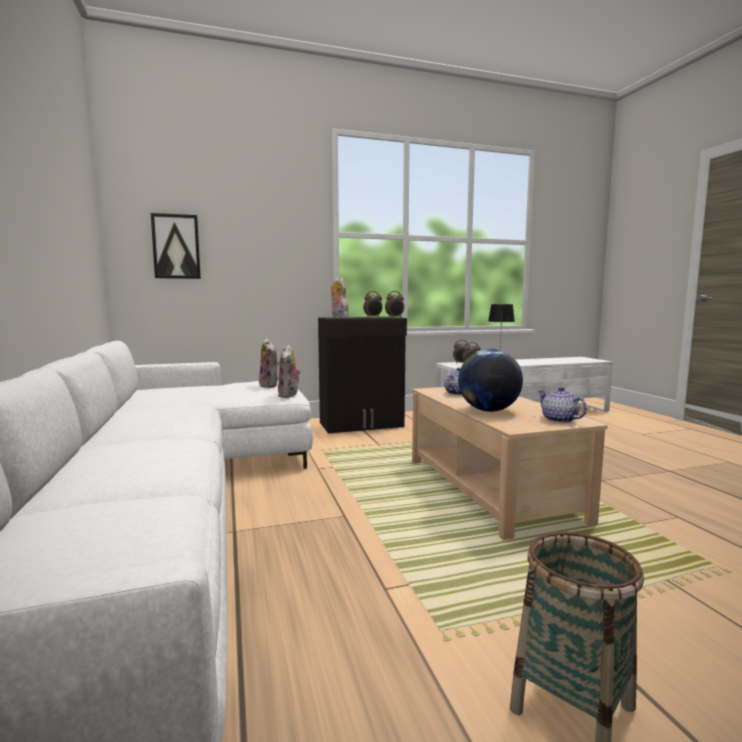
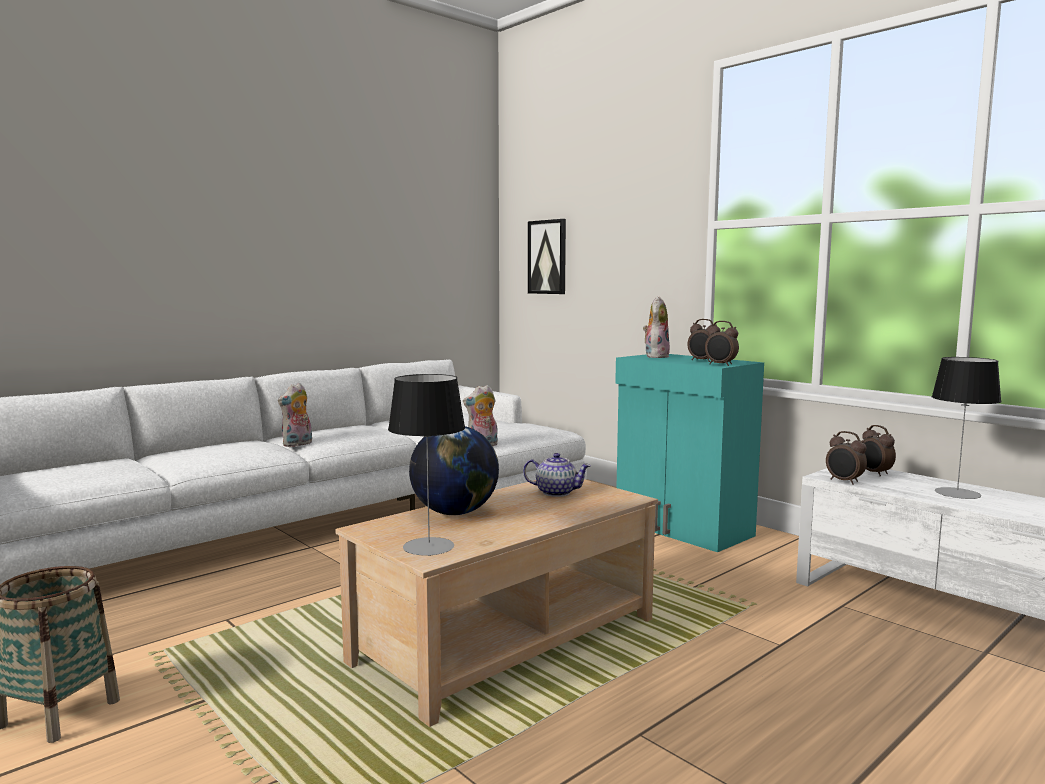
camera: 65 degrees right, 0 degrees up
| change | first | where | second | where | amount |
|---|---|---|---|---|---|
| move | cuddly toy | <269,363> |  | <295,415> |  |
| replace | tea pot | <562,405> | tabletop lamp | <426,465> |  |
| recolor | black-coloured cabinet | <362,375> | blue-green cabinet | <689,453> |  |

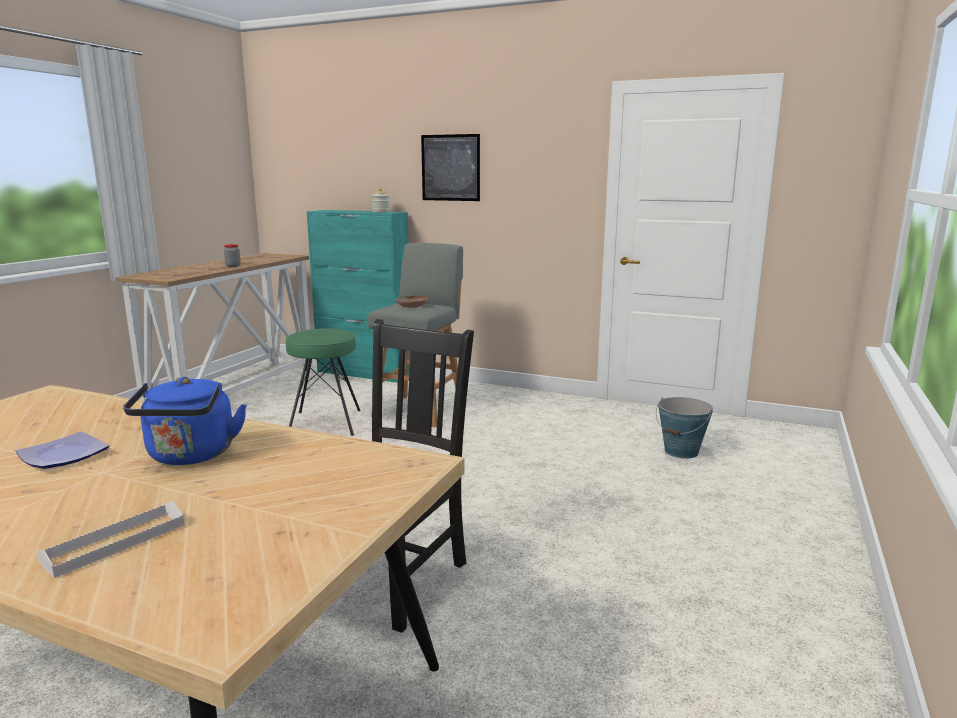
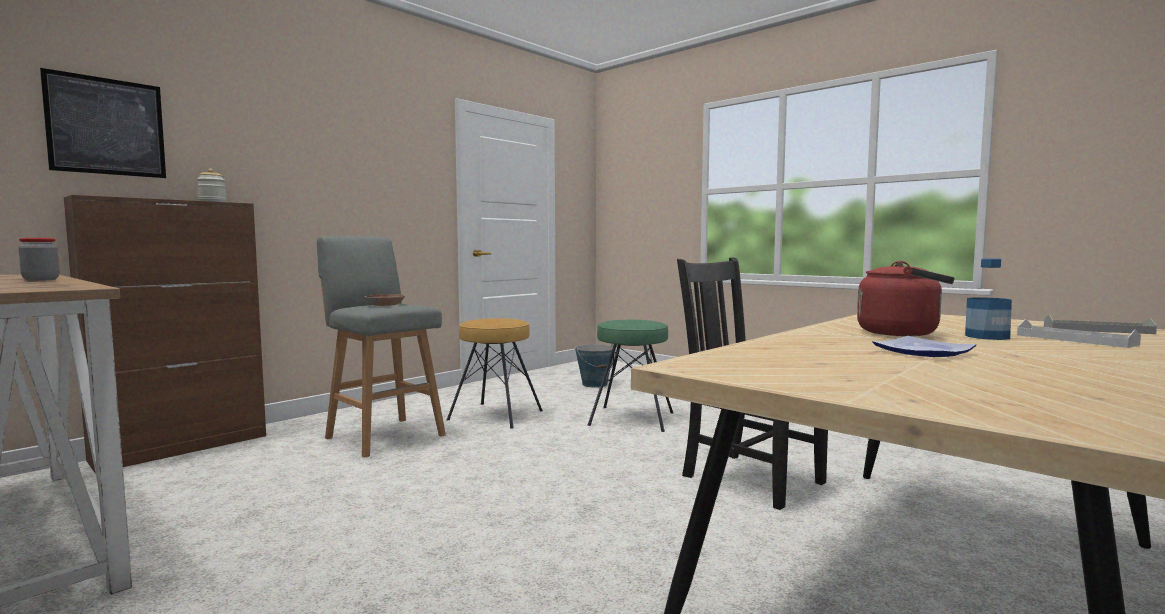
camera: 70 degrees left, 10 degrees down
| change | first | where | second | where | amount |
|---|---|---|---|---|---|
| move | wall picture | <450,167> |  | <103,123> |  |
| recolor | blue-green cabinet | <358,296> | brownish cabinet | <165,333> |  |
| insert |  |  | brownish stool | <495,373> |  |
| move | green stool | <323,382> |  | <630,376> |  |
| recolor | blue-coloured water kettle | <185,421> | red-coloured water kettle | <906,298> |  |
| insert |  |  | drink bottle | <988,299> |  |
| insert |  |  | gray serving tray | <1100,324> |  |

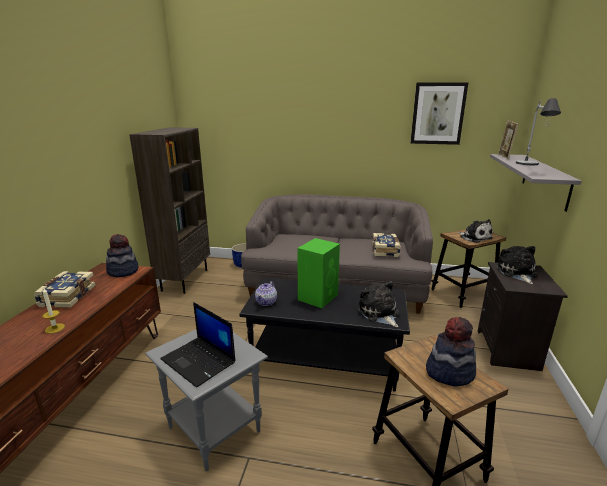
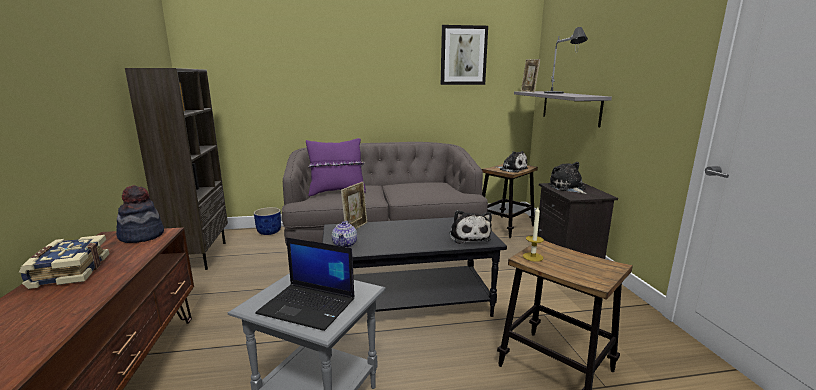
camera: 20 degrees left, 5 degrees down
| change | first | where | second | where | amount |
|---|---|---|---|---|---|
| insert |  |  | purple throw pillow | <336,167> |  |
| insert |  |  | photo frame | <354,205> |  |
| rotate | cuddly toy | <379,304> |  | <470,227> | 150 degrees counterclockwise |
| move | wax candle | <53,310> |  | <533,234> |  |
| delete | green loudspeaker | <318,273> |  |  |  |
| delete | book | <386,245> |  |  |  |
| delete | hat | <451,351> |  |  |  |

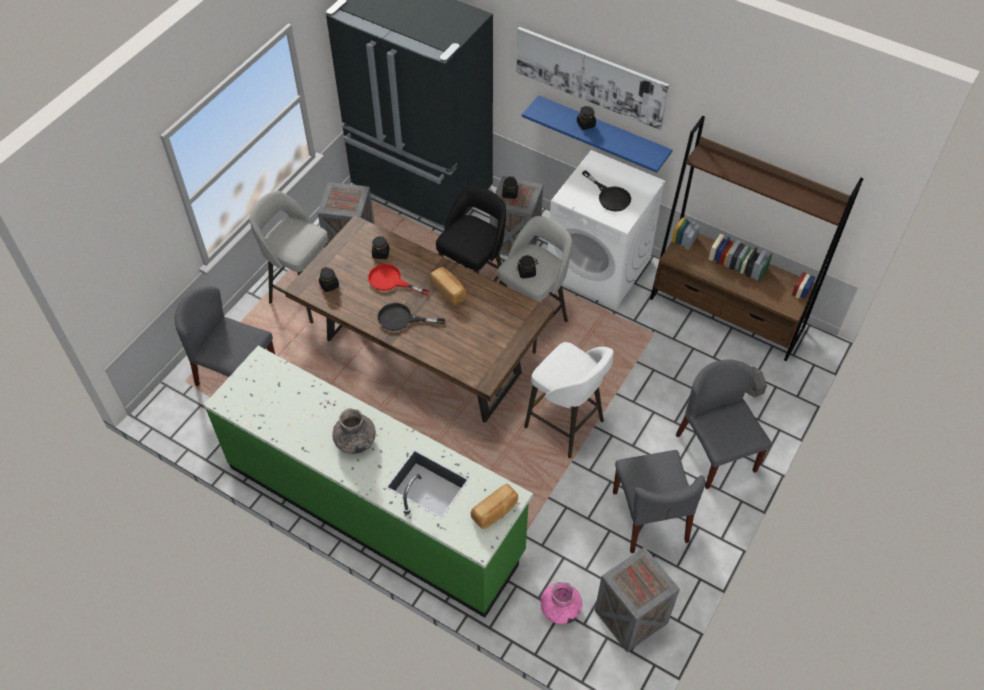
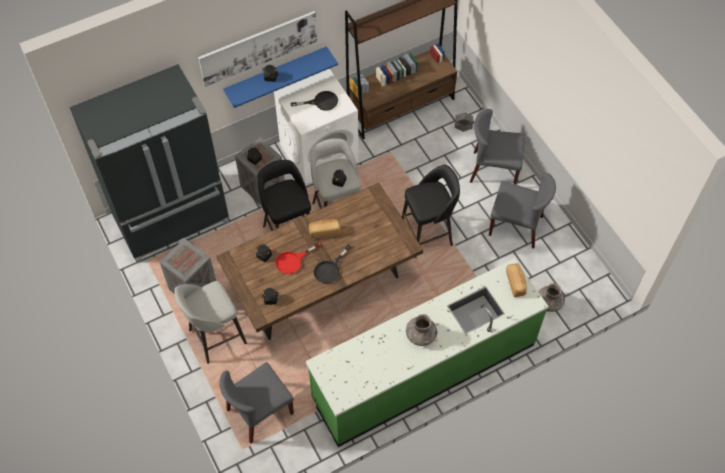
camera: 60 degrees left, 5 degrees up
| change | first | where | second | where | amount |
|---|---|---|---|---|---|
| recolor | white stool | <569,400> | black-coloured stool | <431,211> |  |
| recolor | pink-coloured flower vase | <561,603> | gray flower vase | <551,297> |  |
| delete | crate | <637,599> |  |  |  |

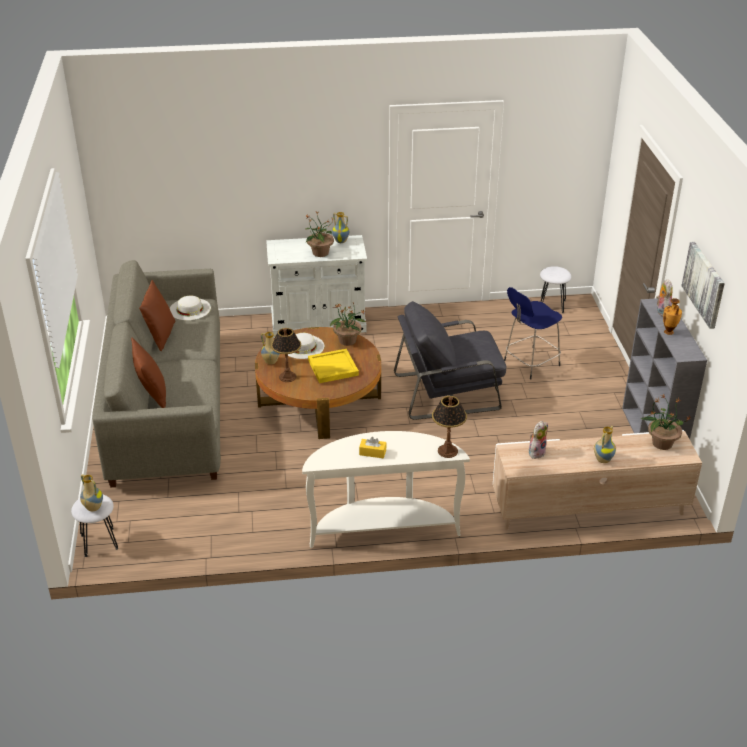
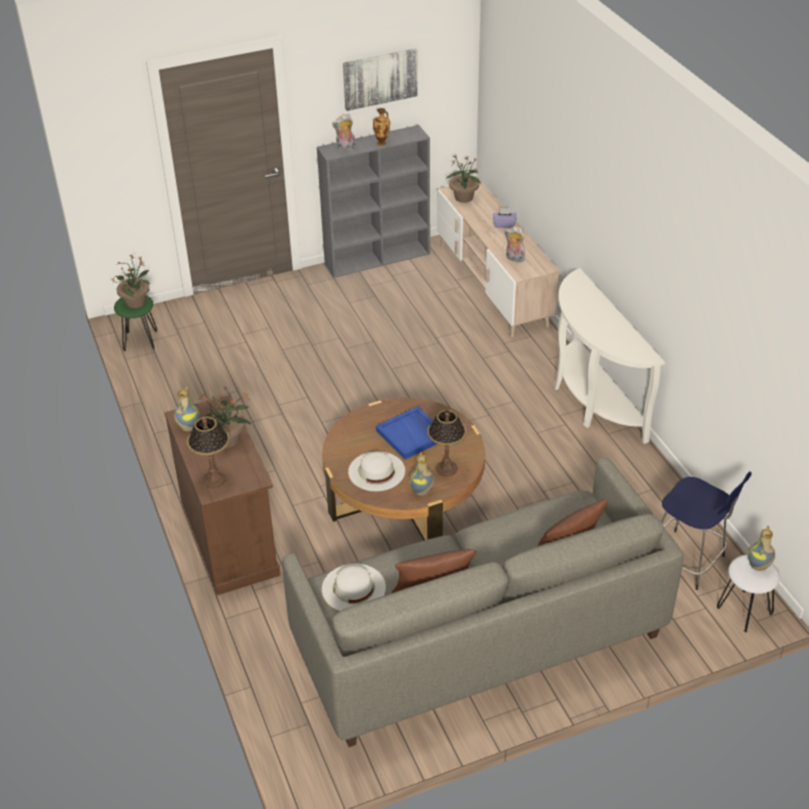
camera: 105 degrees left, 5 degrees up
| change | first | where | second | where | amount |
|---|---|---|---|---|---|
| move | houseplant | <348,324> |  | <130,281> |  |
| recolor | white stool | <555,289> | green stool | <135,323> |  |
| recolor | white cabinet | <316,286> | brownish cabinet | <222,495> |  |
| move | tabletop lamp | <449,427> |  | <208,452> |  |
| recolor | yellow-coloured serving tray | <333,366> | blue-coloured serving tray | <406,433> |  |
| replace | flower vase | <605,444> | purple tissue box | <505,218> |  |
| move | blue-coloured stool | <533,333> |  | <706,531> |  |
| delete | yellow-coloured tissue box | <372,447> |  |  |  |
| delete | gray easy chair | <450,360> |  |  |  |

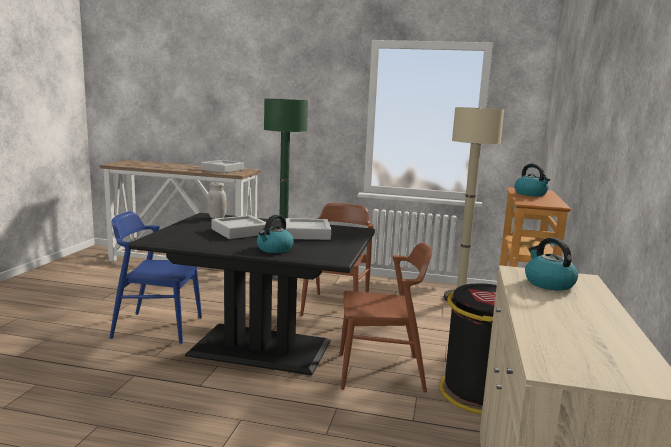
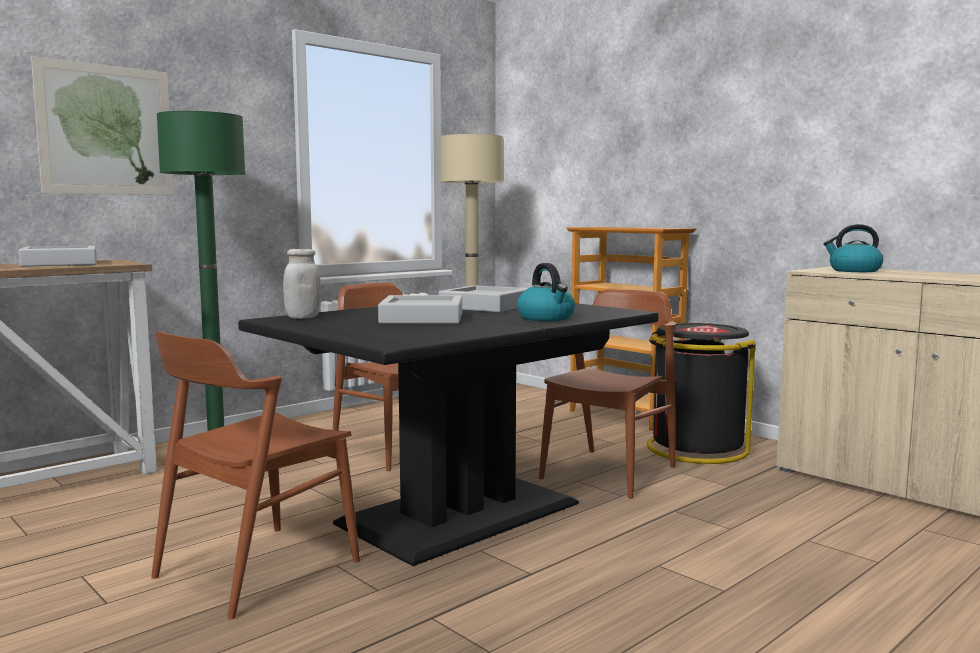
camera: 55 degrees left, 5 degrees down
| change | first | where | second | where | amount |
|---|---|---|---|---|---|
| insert |  |  | wall picture | <102,125> |  |
| recolor | blue-coloured upright chair | <156,277> | brownish upright chair | <255,475> |  |
| delete | water kettle | <532,180> |  |  |  |

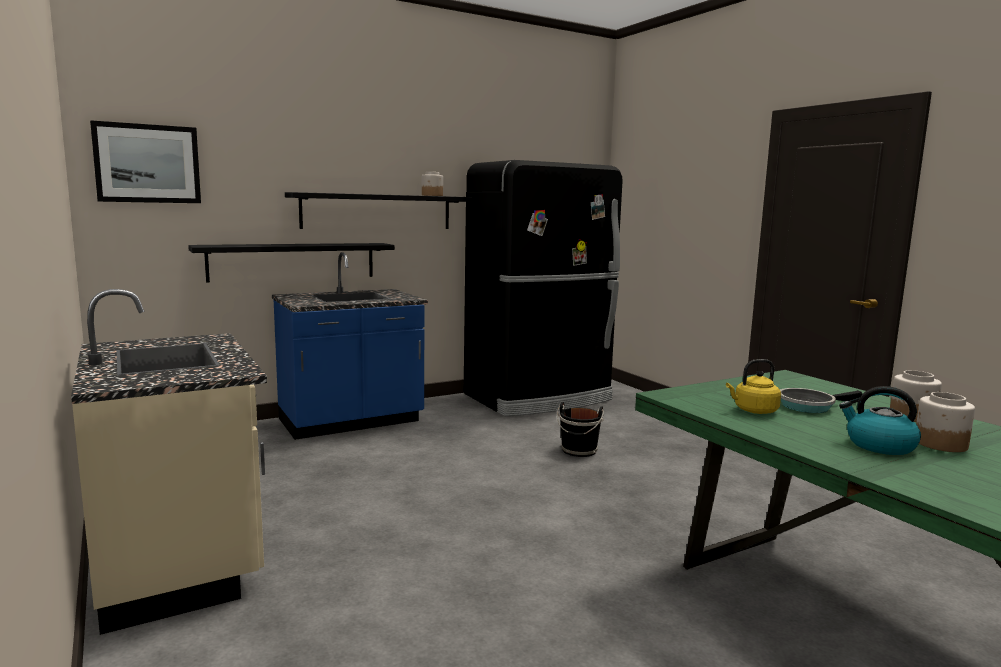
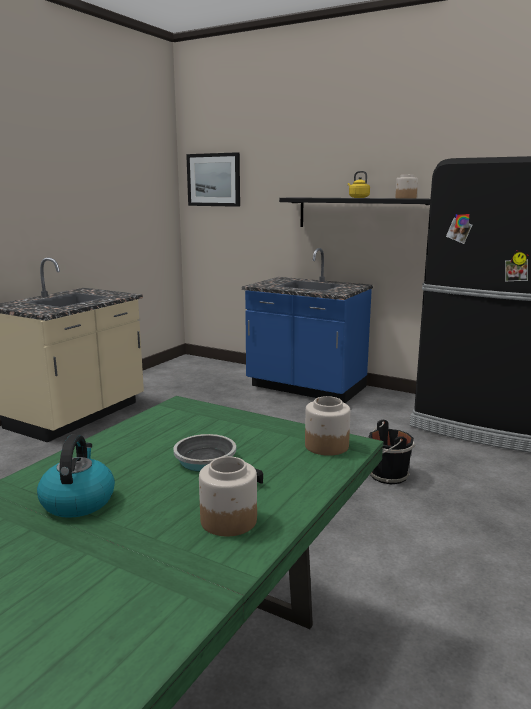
camera: 60 degrees right, 5 degrees up
| change | first | where | second | where | amount |
|---|---|---|---|---|---|
| move | preserve jar | <945,422> |  | <328,426> |  |
| move | yellow-coloured water kettle | <753,386> |  | <359,184> |  |
| delete | black-coloured bracket shelf | <291,263> |  |  |  |

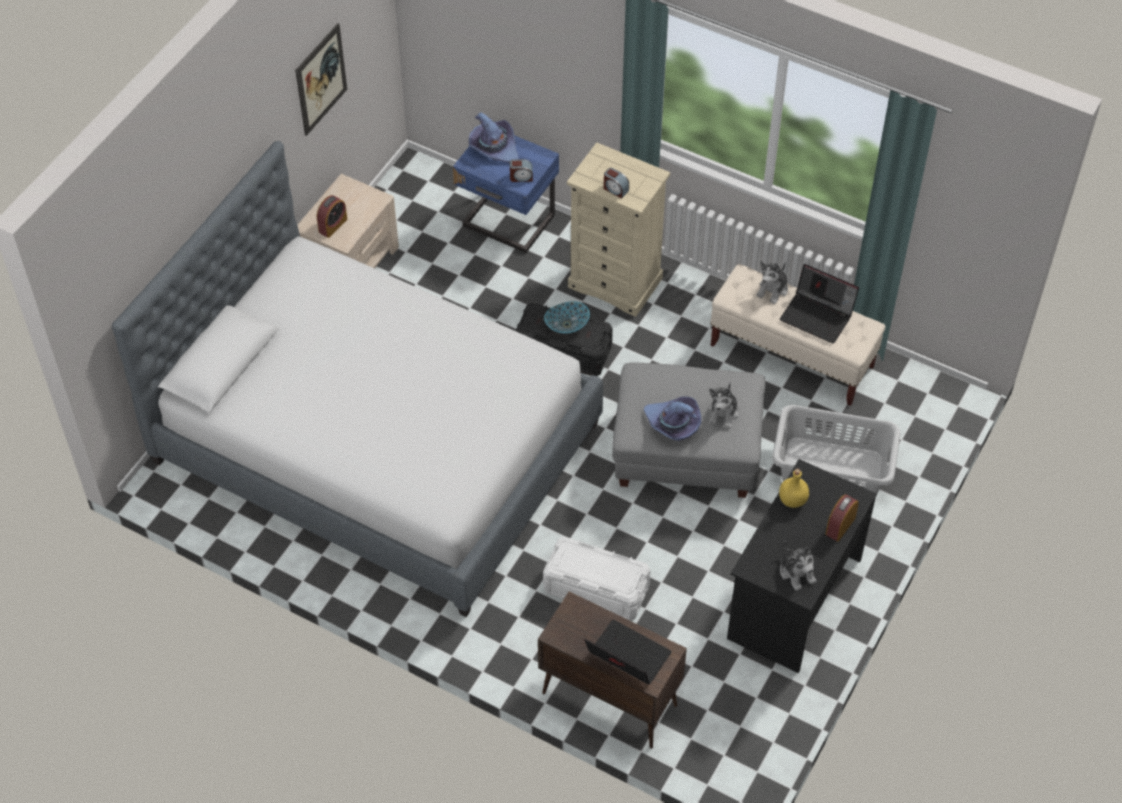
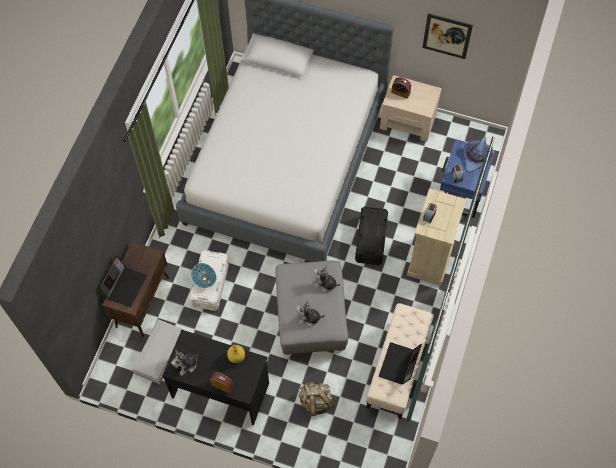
camera: 80 degrees right, 10 degrees up
| change | first | where | second | where | amount |
|---|---|---|---|---|---|
| insert |  |  | white storage container | <157,351> |  |
| move | serving bowl | <567,317> |  | <204,275> |  |
| replace | gray hamper | <836,449> | sand-coloured backpack | <317,399> |  |
| move | cuddly toy | <772,282> |  | <327,278> |  |
| delete | purple hat | <672,419> |  |  |  |

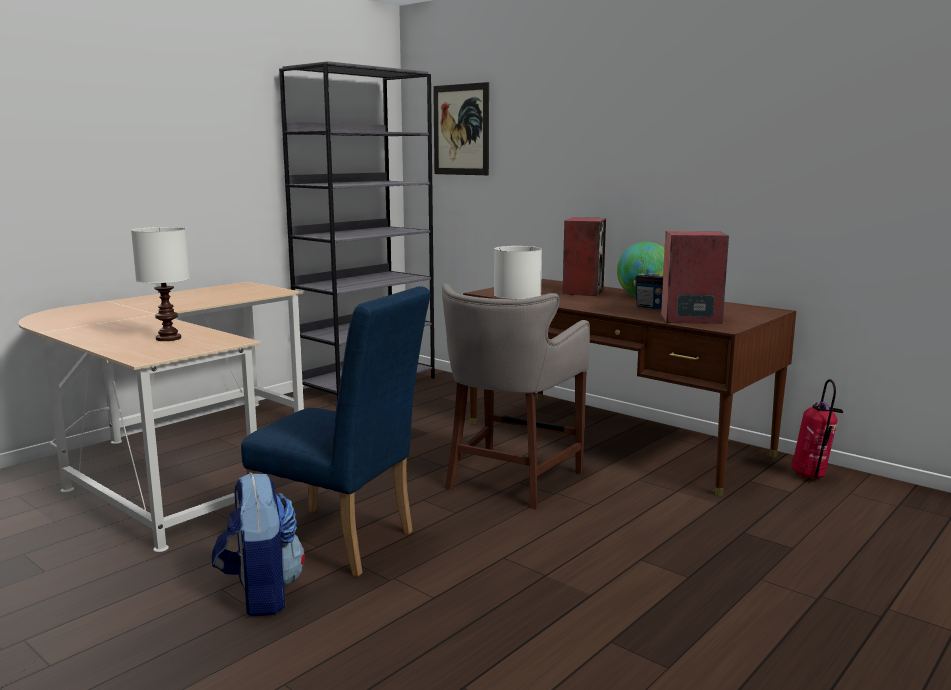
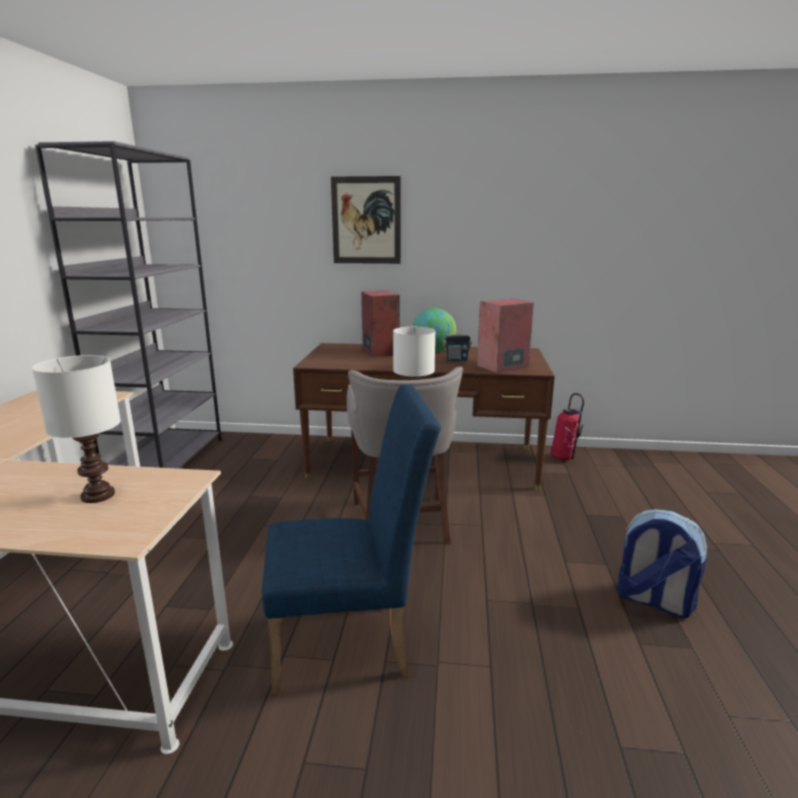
camera: 35 degrees left, 5 degrees up
| change | first | where | second | where | amount |
|---|---|---|---|---|---|
| move | wall picture | <461,128> |  | <366,220> |  |
| move | backpack | <258,544> |  | <662,563> |  |

